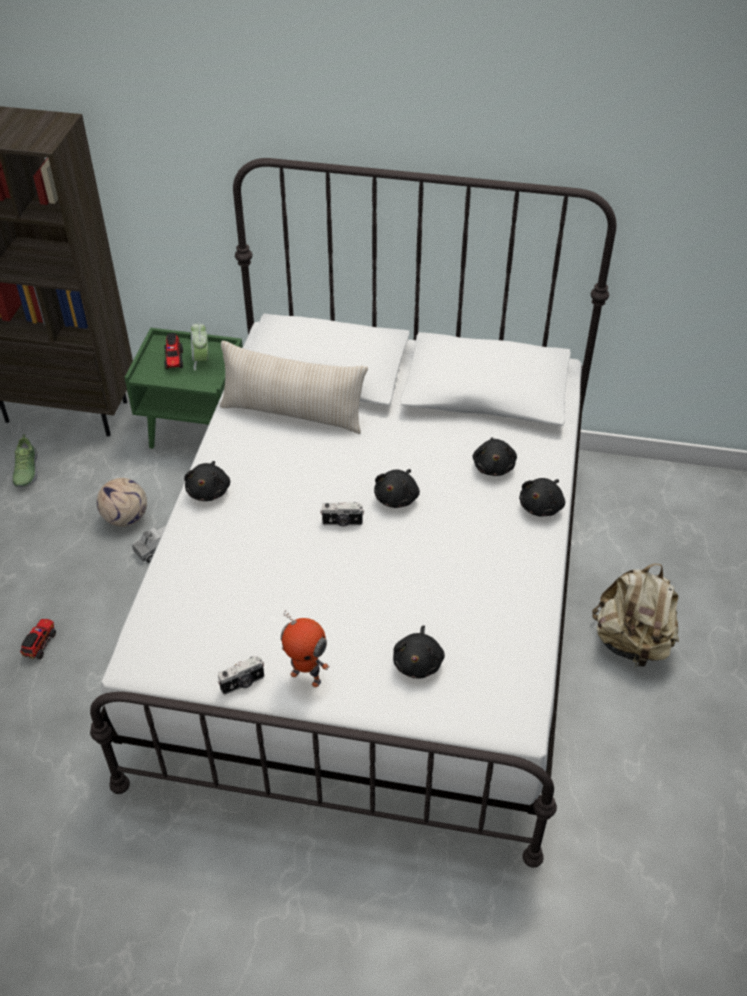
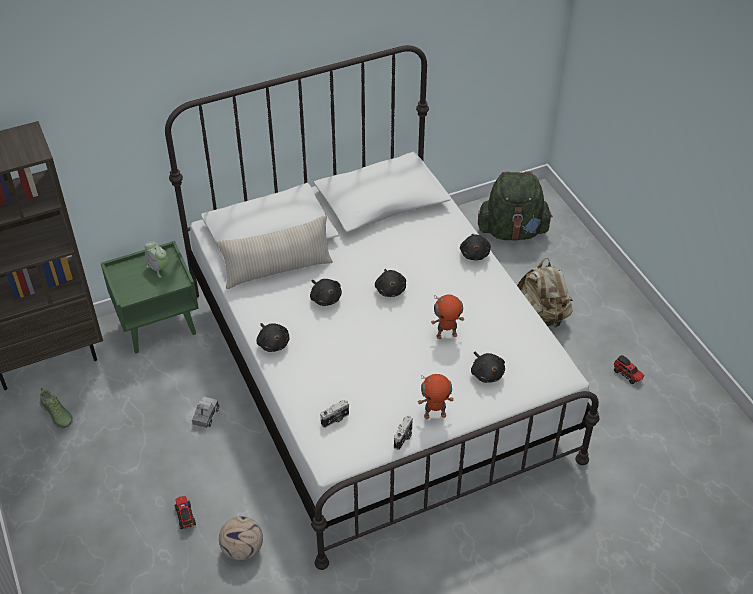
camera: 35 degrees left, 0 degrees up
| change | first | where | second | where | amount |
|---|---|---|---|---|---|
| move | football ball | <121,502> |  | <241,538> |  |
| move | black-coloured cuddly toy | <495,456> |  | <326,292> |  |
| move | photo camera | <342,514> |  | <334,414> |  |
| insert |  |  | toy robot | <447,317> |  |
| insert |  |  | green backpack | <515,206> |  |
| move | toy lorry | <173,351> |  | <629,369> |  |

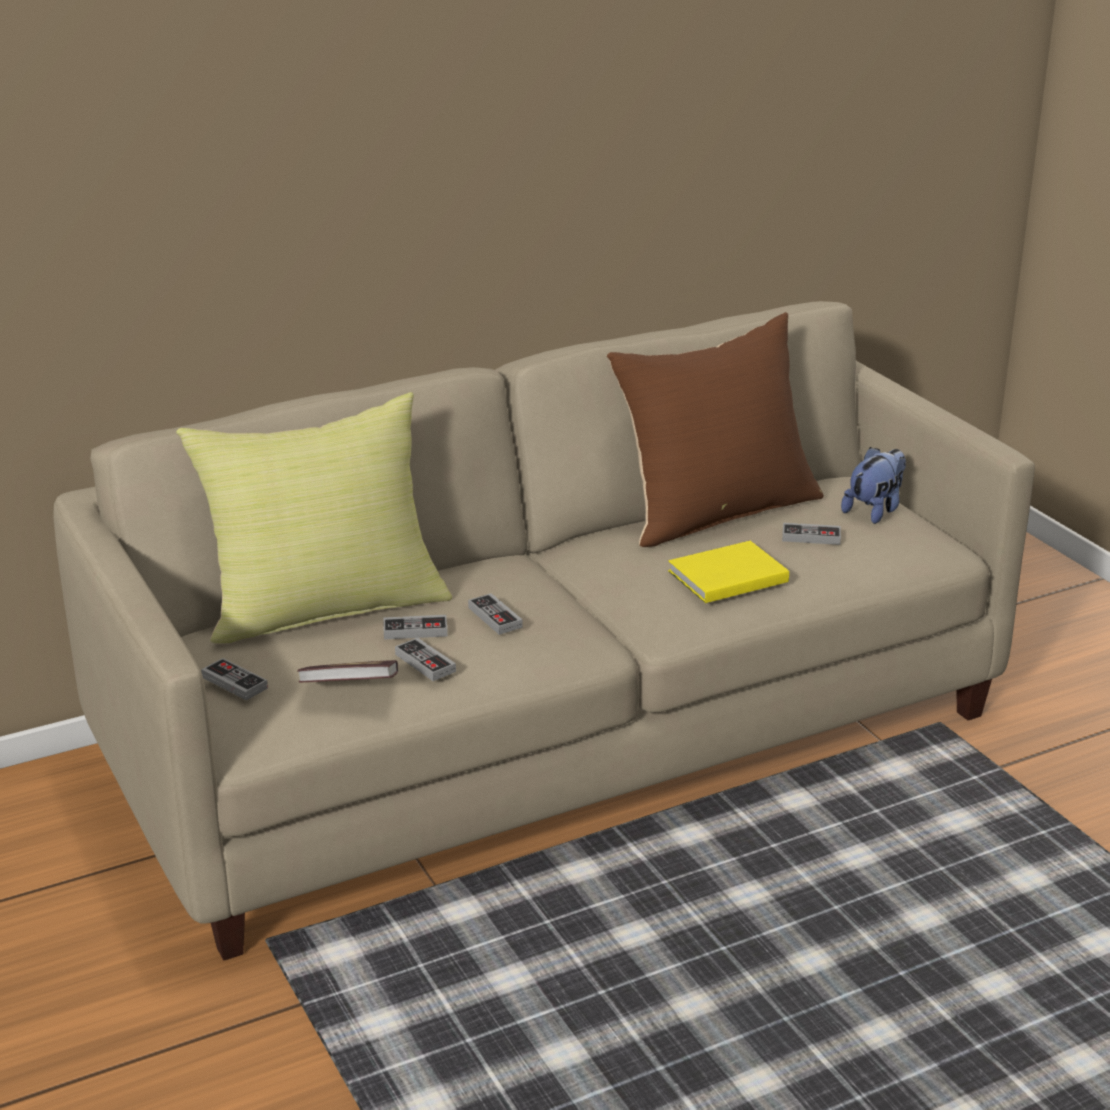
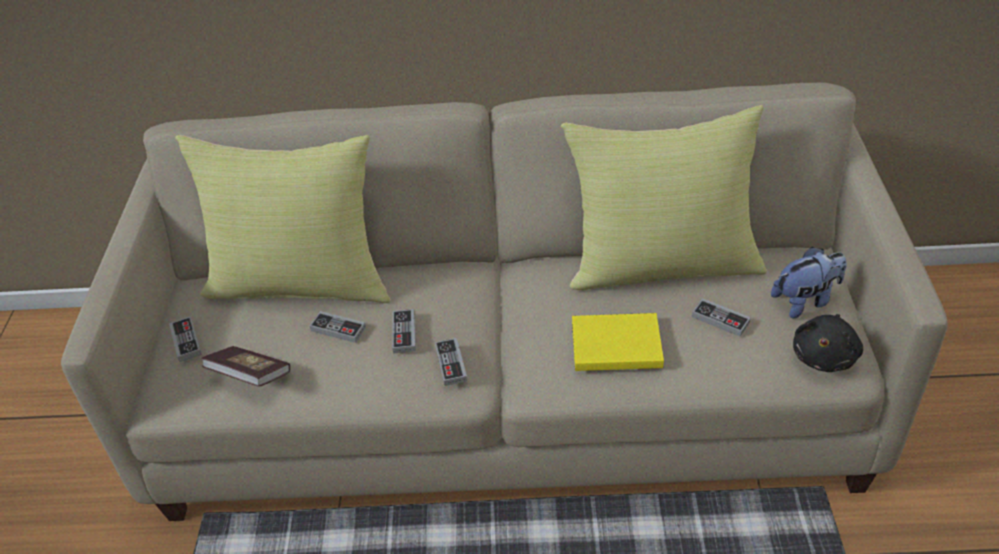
camera: 30 degrees right, 15 degrees up
| change | first | where | second | where | amount |
|---|---|---|---|---|---|
| move | game controller | <425,659> |  | <451,362> |  |
| recolor | brownish throw pillow | <715,429> | yellow-coloured throw pillow | <664,197> |  |
| insert |  |  | black-coloured cuddly toy | <828,343> |  |

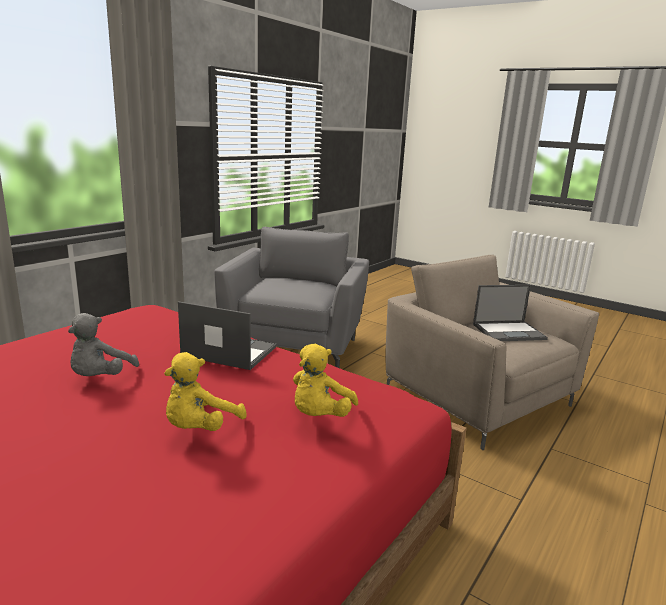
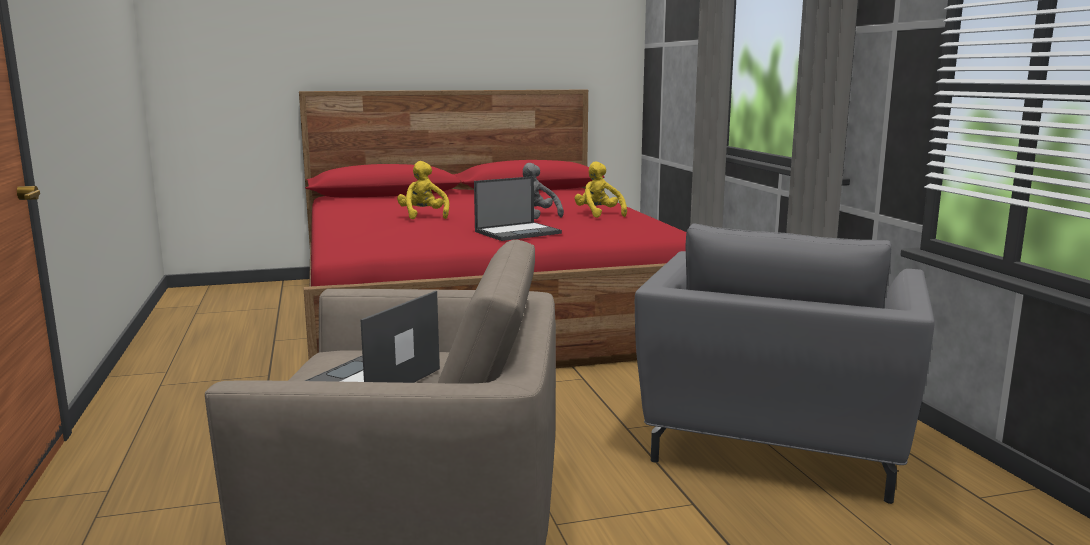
camera: 130 degrees right, 5 degrees down
| change | first | where | second | where | amount |
|---|---|---|---|---|---|
| move | yellow-coloured cuddly toy | <325,380> |  | <600,189> |  |
| rotate | gray easy chair | <291,297> |  | <784,363> | 60 degrees clockwise |

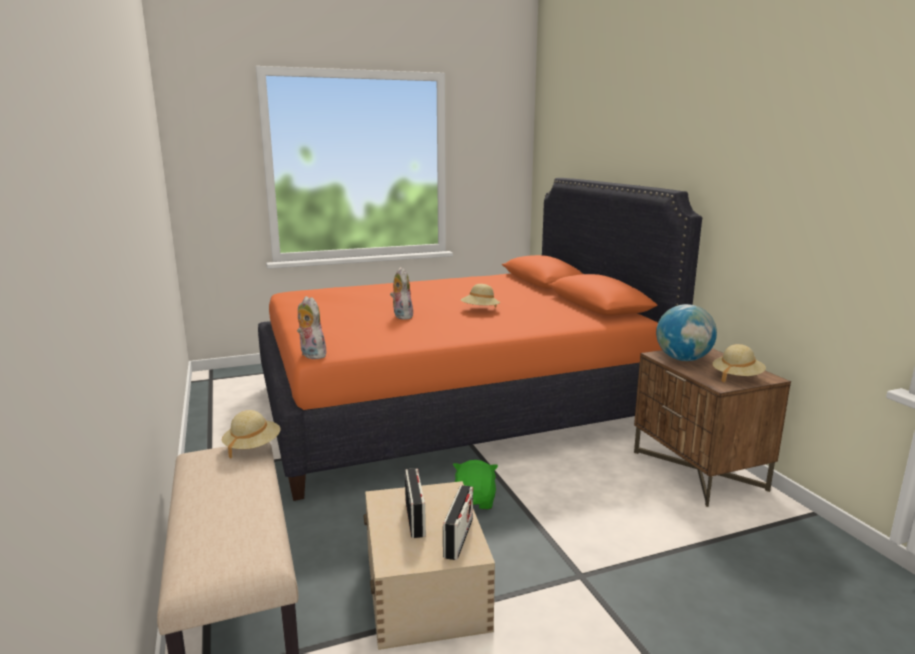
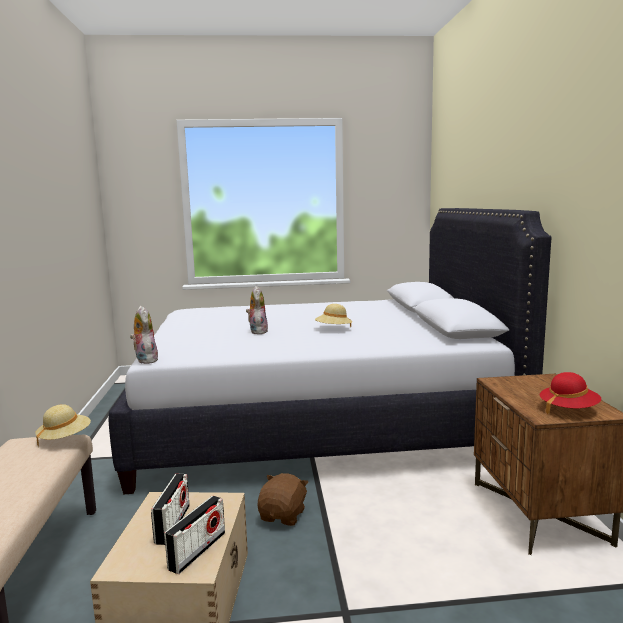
camera: 15 degrees right, 5 degrees down
| change | first | where | second | where | amount |
|---|---|---|---|---|---|
| recolor | orange-coloured bedroom bed | <480,339> | white bedroom bed | <330,351> |  |
| recolor | green cuddly toy | <475,484> | brownish cuddly toy | <283,499> |  |
| recolor | sand-coloured hat | <739,363> | red-coloured hat | <570,393> |  |
| delete | desk globe | <686,332> |  |  |  |

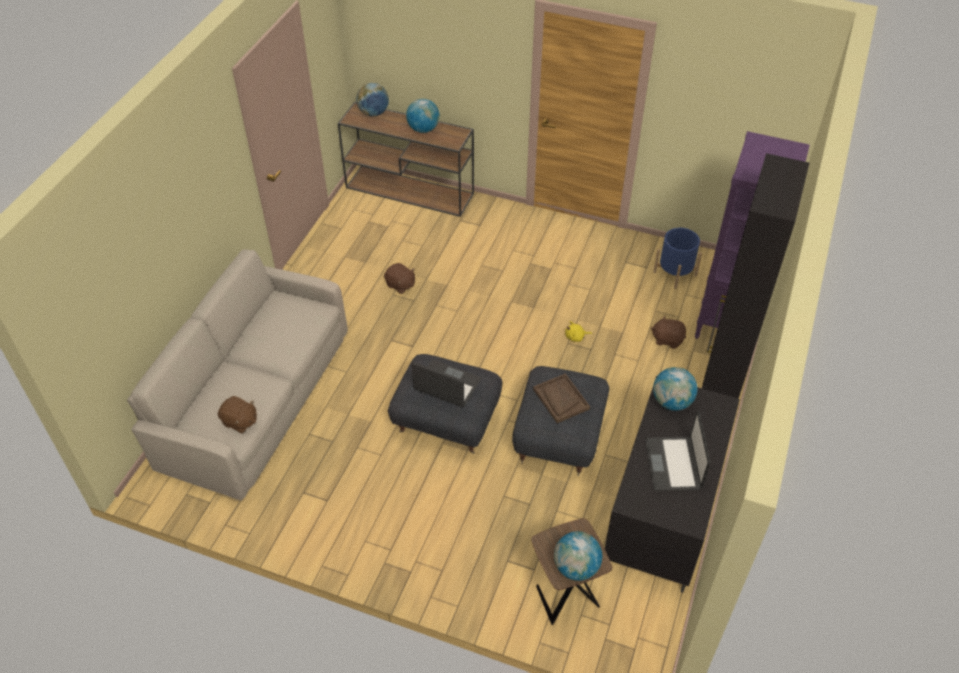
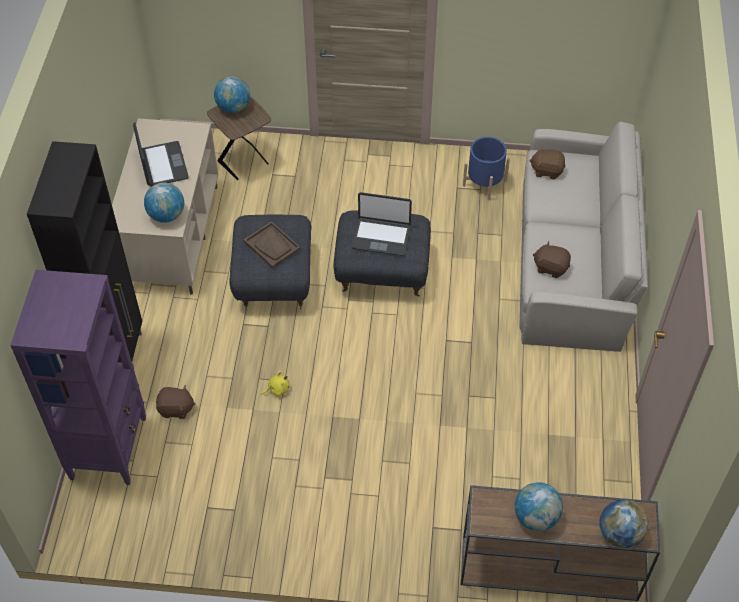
camera: 165 degrees right, 5 degrees up
| change | first | where | second | where | amount |
|---|---|---|---|---|---|
| recolor | black-coloured media console | <672,484> | sand-coloured media console | <165,207> |  |
| move | blue-coloured flower pot | <677,258> |  | <486,168> |  |
| move | brownish cuddly toy | <399,278> |  | <552,259> |  |

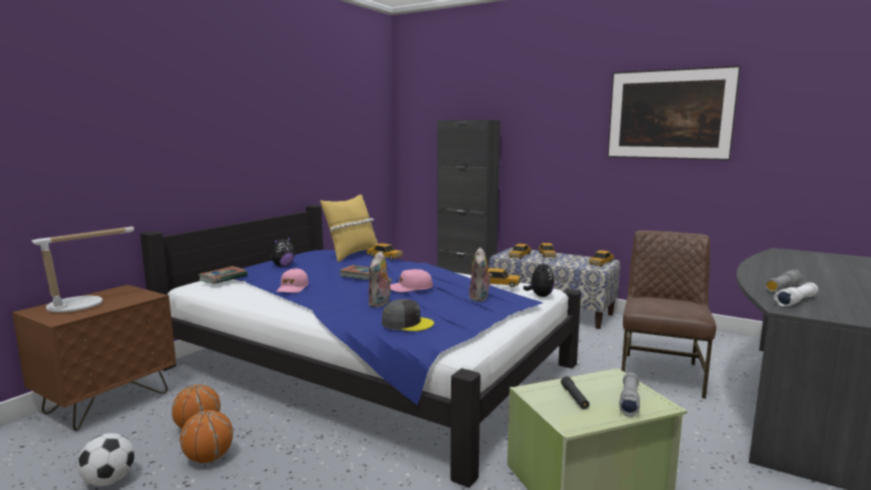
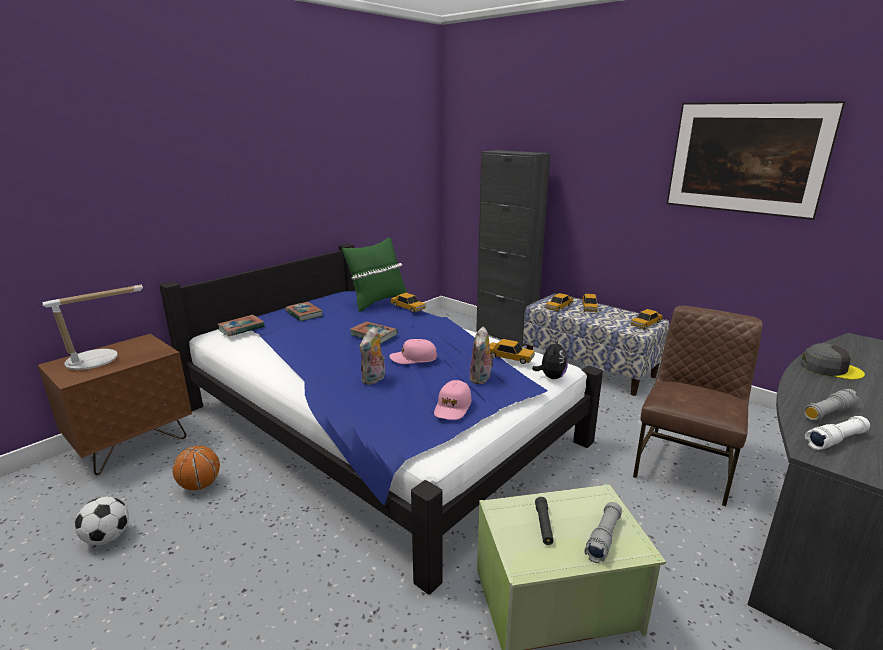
camera: 10 degrees right, 10 degrees up
| change | first | where | second | where | amount |
|---|---|---|---|---|---|
| replace | cuddly toy | <282,251> | book | <304,311> |  |
| recolor | yellow-coloured throw pillow | <349,228> | green throw pillow | <374,275> |  |
| move | pink-coloured peaked cap | <292,280> |  | <453,400> |  |
| move | gray peaked cap | <408,315> |  | <833,361> |  |
| delete | ball for basketball | <206,436> |  |  |  |

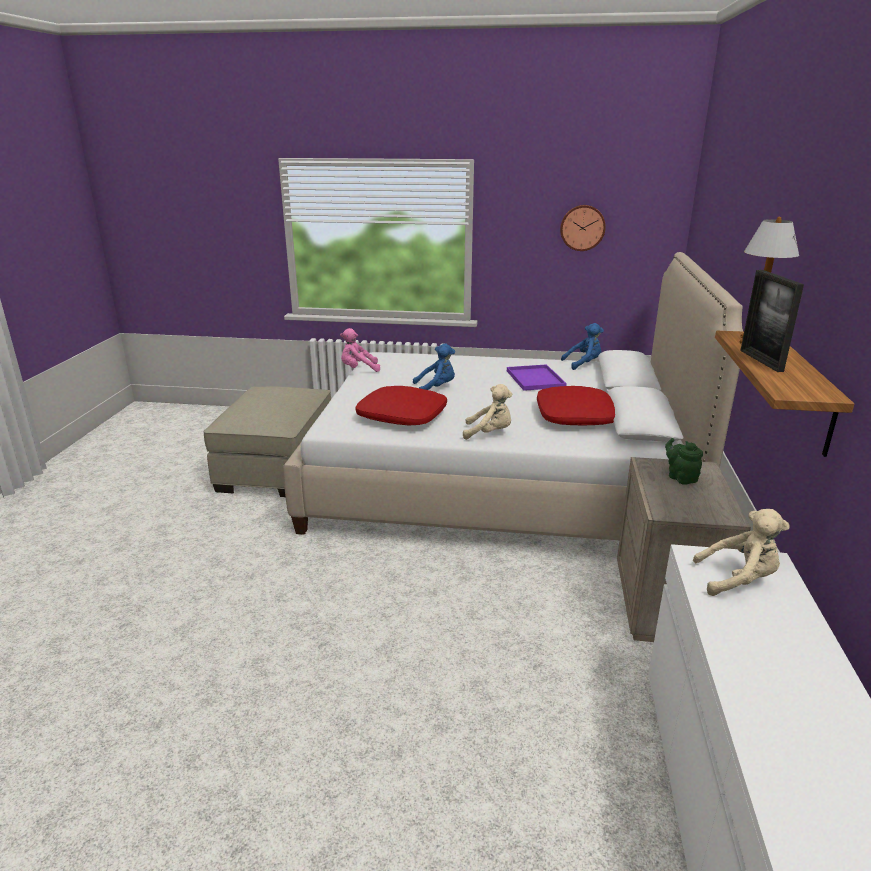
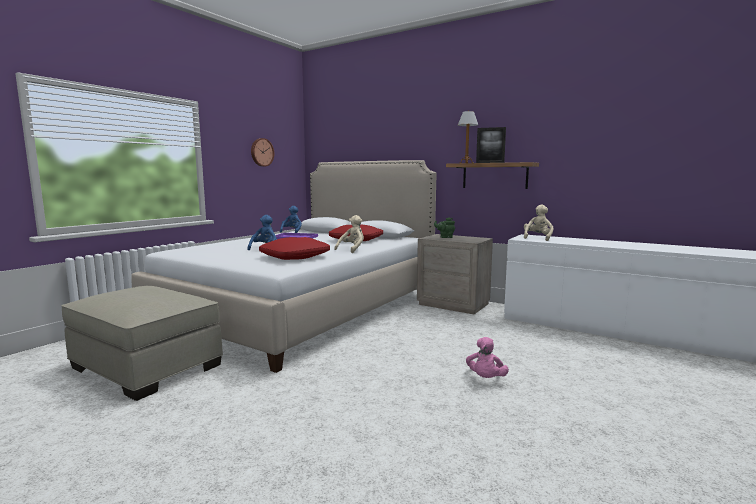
camera: 65 degrees left, 15 degrees down
| change | first | where | second | where | amount |
|---|---|---|---|---|---|
| move | pink-coloured cuddly toy | <360,350> |  | <487,357> |  |

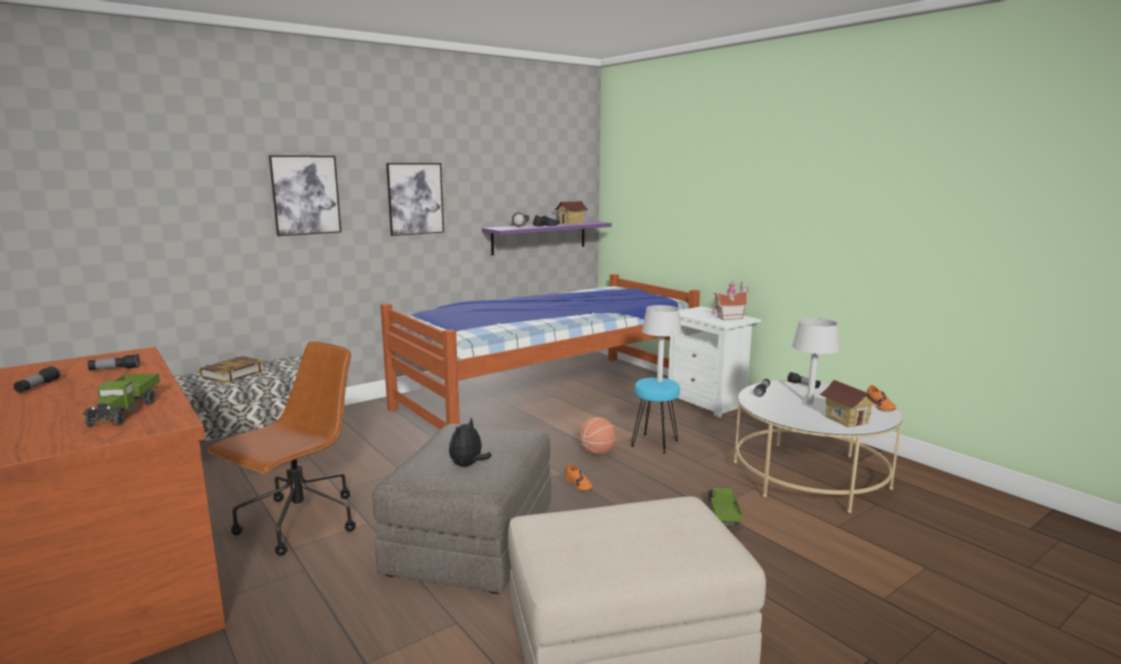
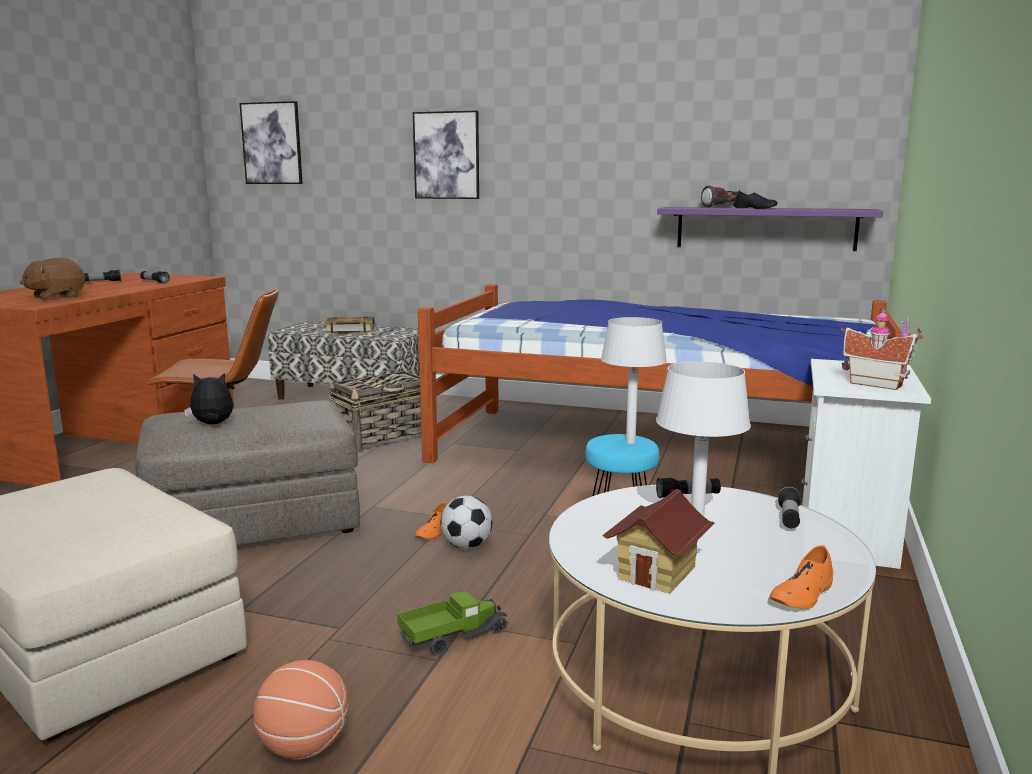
camera: 55 degrees right, 0 degrees up
| change | first | where | second | where | amount |
|---|---|---|---|---|---|
| replace | toy lorry | <121,400> | brownish cuddly toy | <52,279> |  |
| move | wall picture | <415,199> |  | <271,142> |  |
| move | ball for basketball | <597,435> |  | <301,710> |  |
| insert |  |  | basket | <374,412> |  |
| insert |  |  | football ball | <466,522> |  |
| delete | model house | <571,213> |  |  |  |

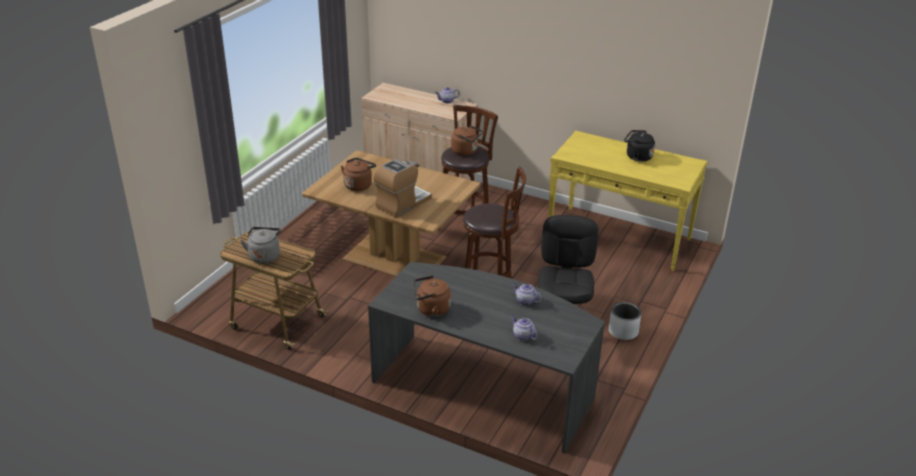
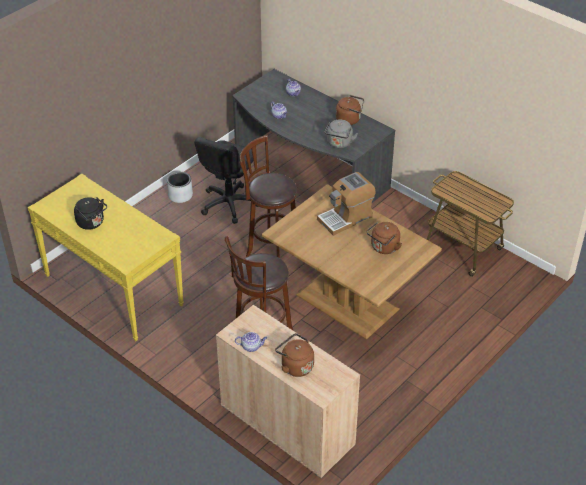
camera: 165 degrees left, 10 degrees up
| change | first | where | second | where | amount |
|---|---|---|---|---|---|
| move | brownish water kettle | <467,140> |  | <294,355> |  |
| move | gray water kettle | <260,245> |  | <341,134> |  |

